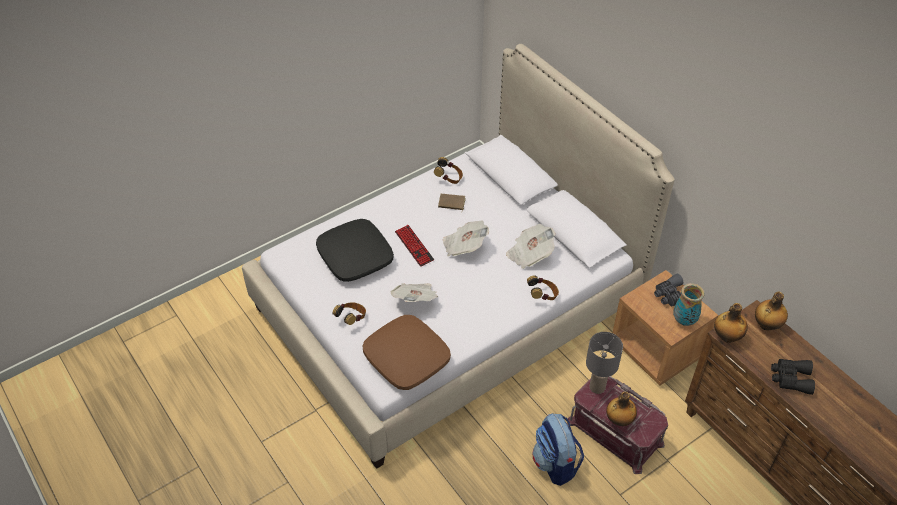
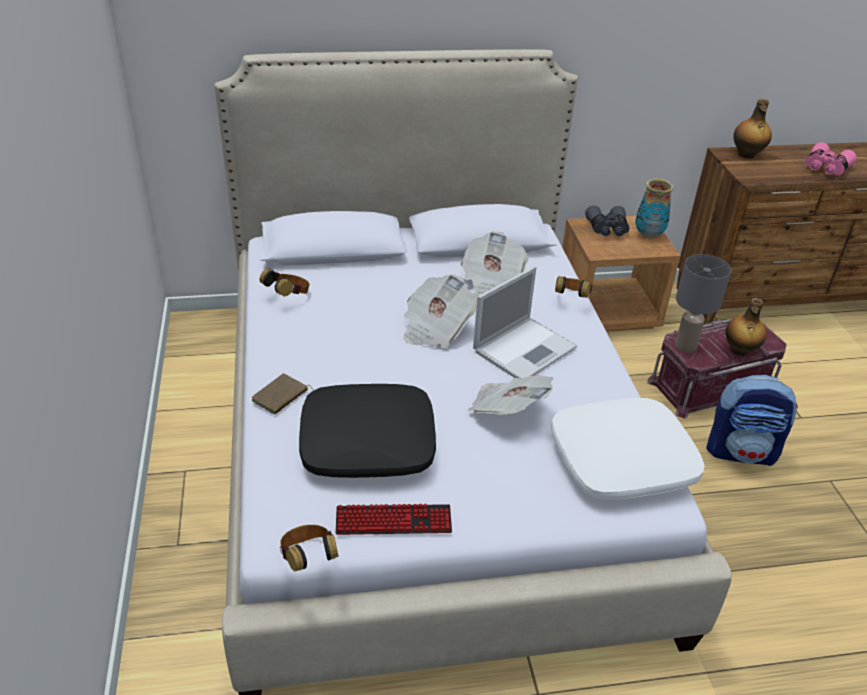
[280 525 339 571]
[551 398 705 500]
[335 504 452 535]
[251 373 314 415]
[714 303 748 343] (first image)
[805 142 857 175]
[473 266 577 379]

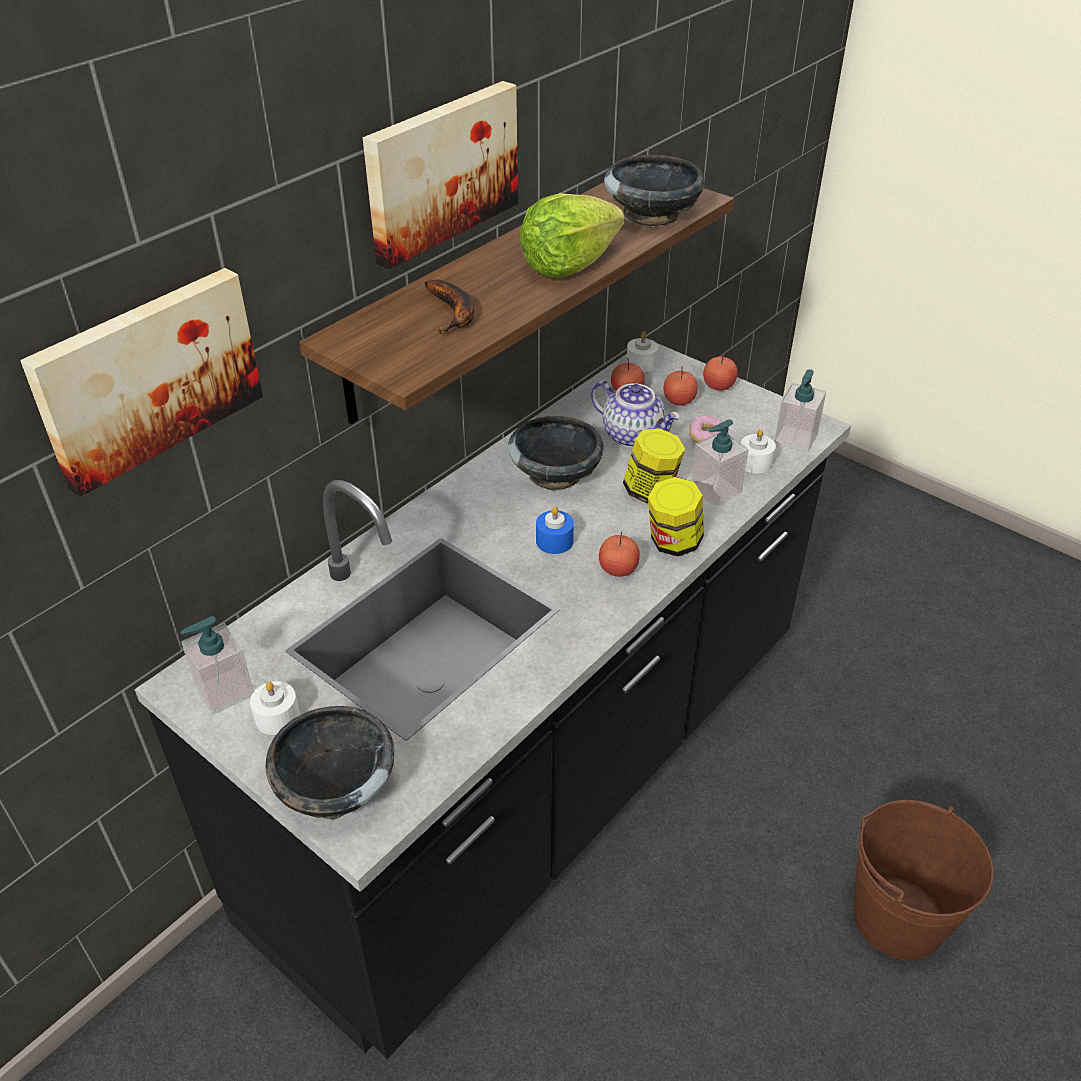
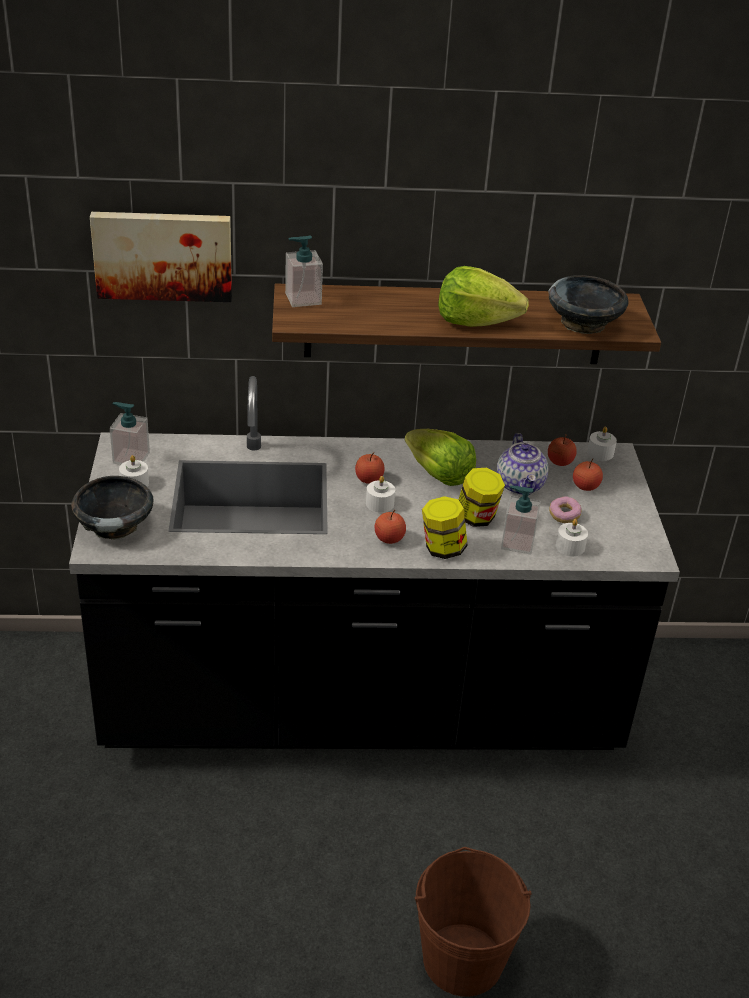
[363 81 518 269] (first image)
[424 280 474 334] (first image)
[405 429 476 486]
[366 476 395 513]
[355 452 384 484]
[285 236 323 307]

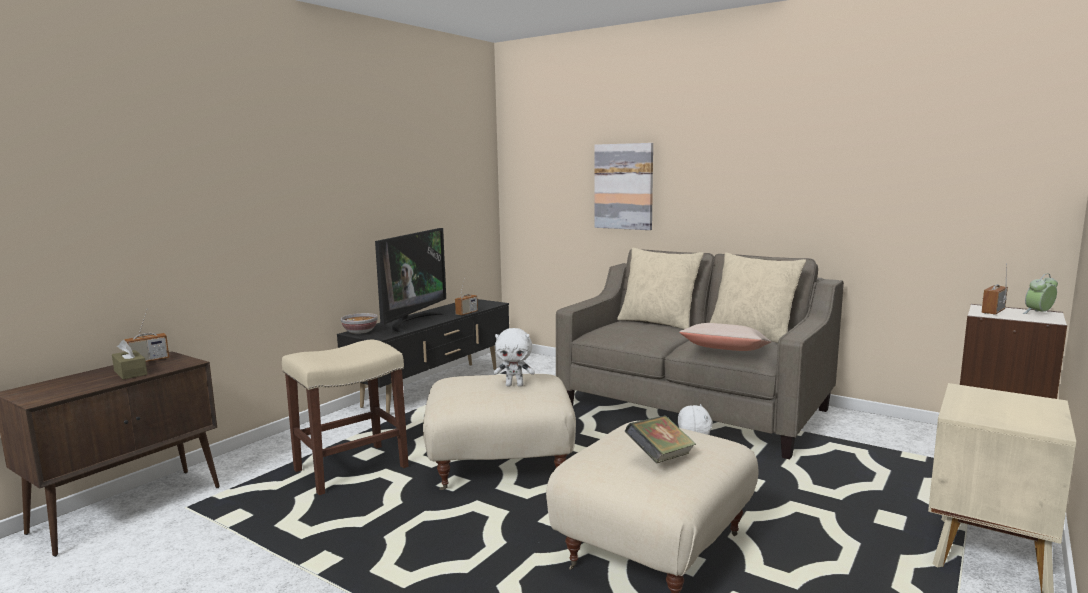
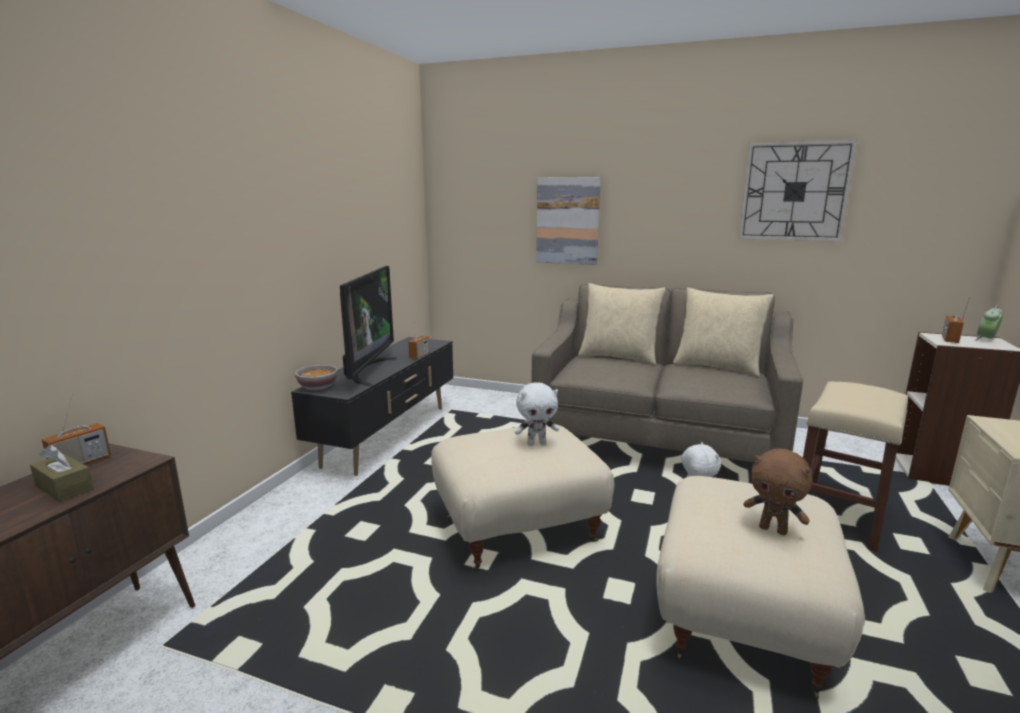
[803 382 908 552]
[744 448 812 535]
[679 323 771 351] (first image)
[739 140 857 242]

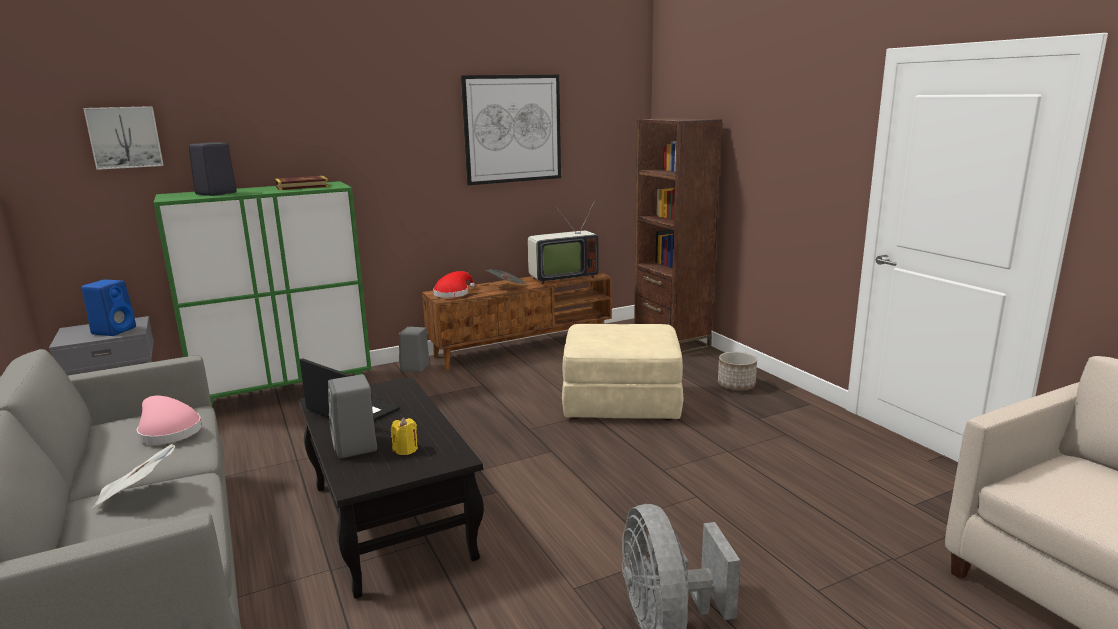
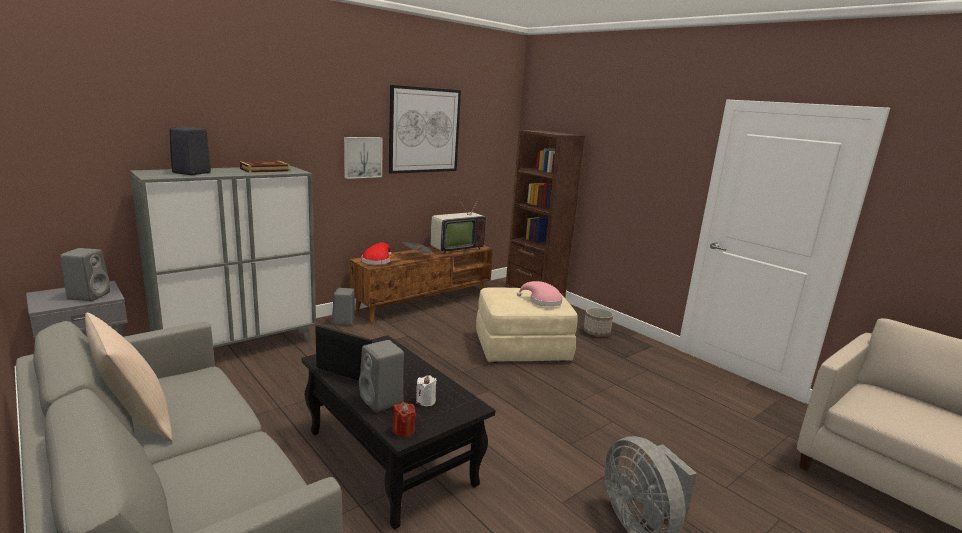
[60 248 110 301]
[344 137 383 179]
[92 443 175 508] (first image)
[517 281 563 307]
[130 166 316 348]
[416 375 437 406]
[85 312 173 442]
[393 402 416 437]

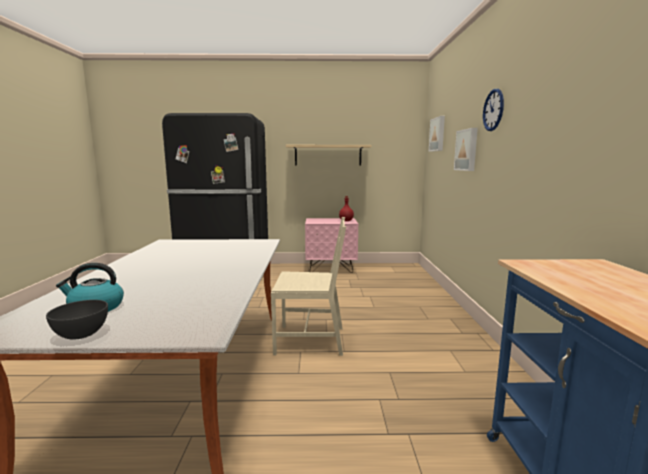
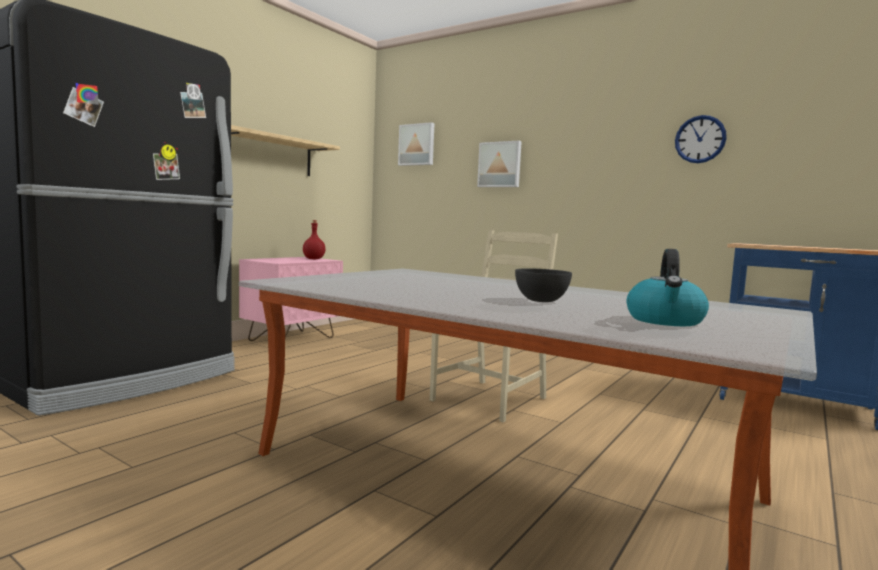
[515 268 572 302]
[675 115 727 163]

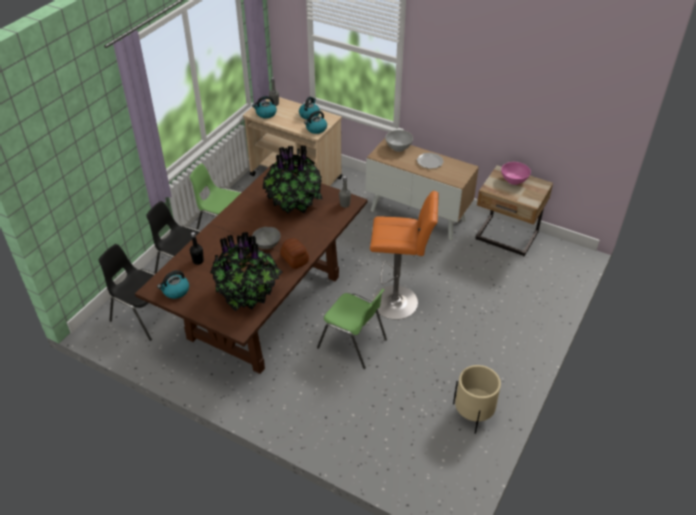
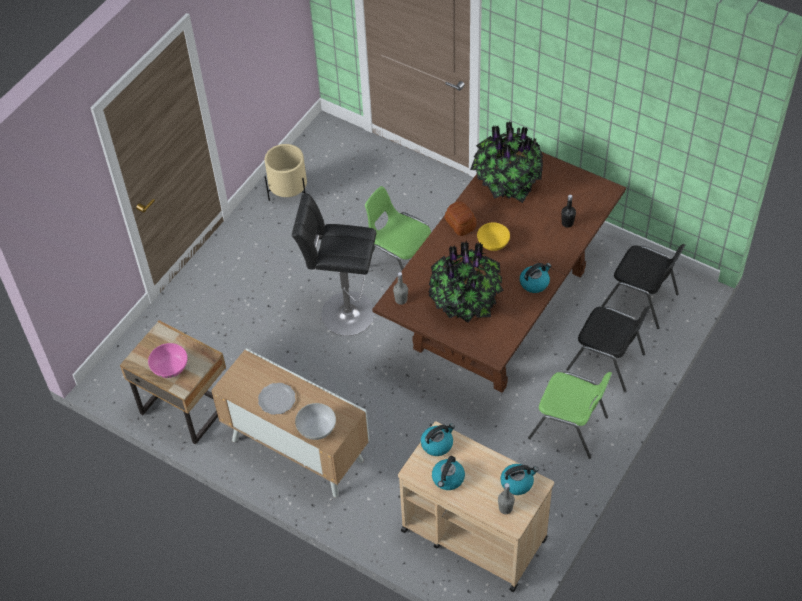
[520 263 551 293]
[477 222 510 251]
[292 193 376 336]

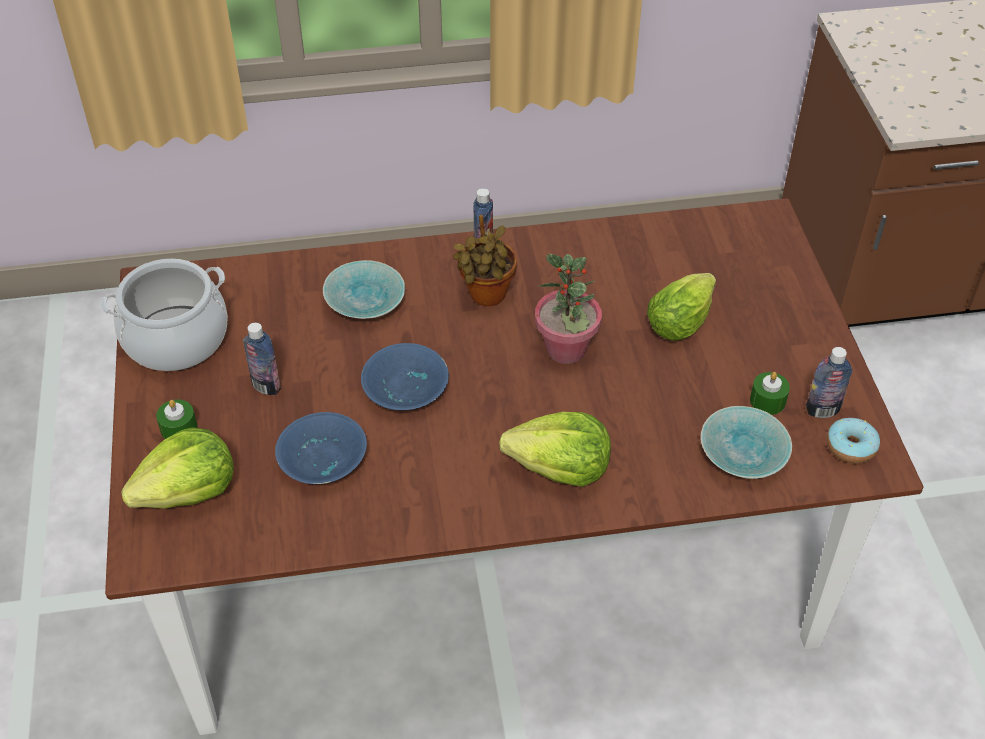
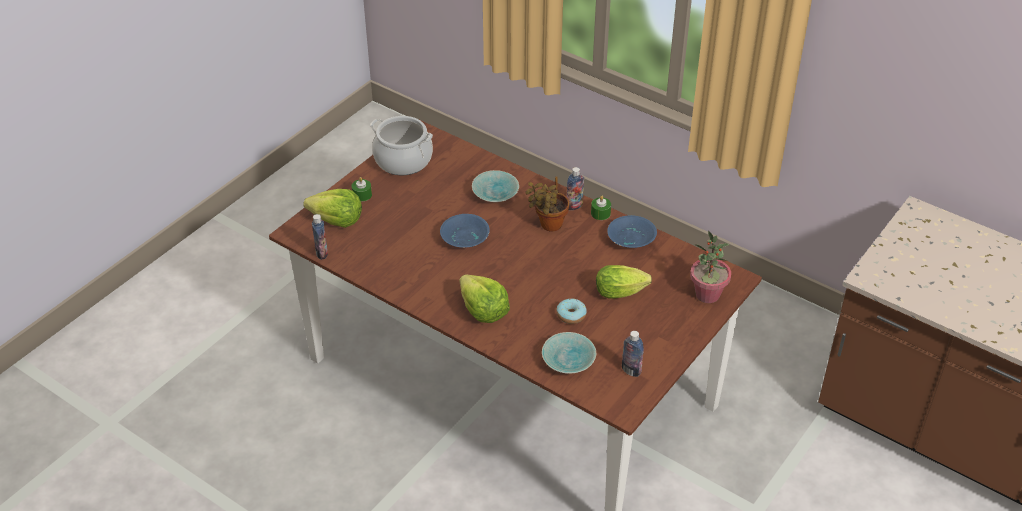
[312 214 328 260]
[607 215 657 248]
[690 231 731 303]
[591 196 611 220]
[556 299 587 324]

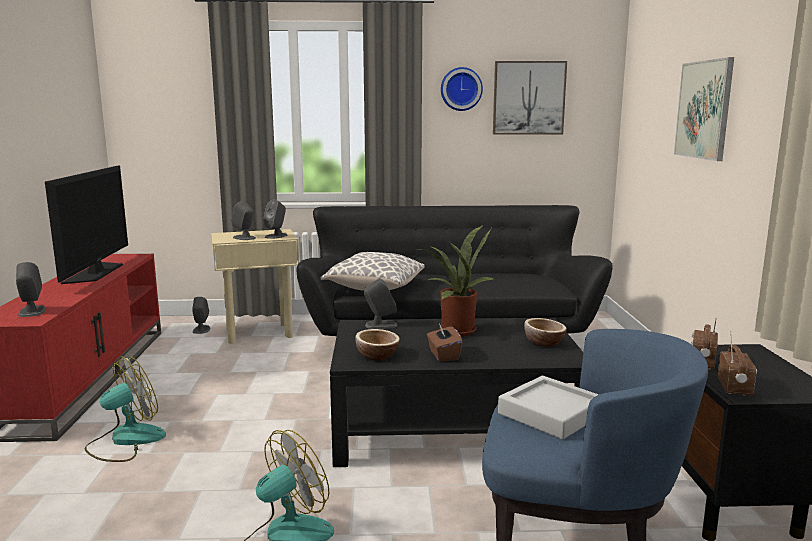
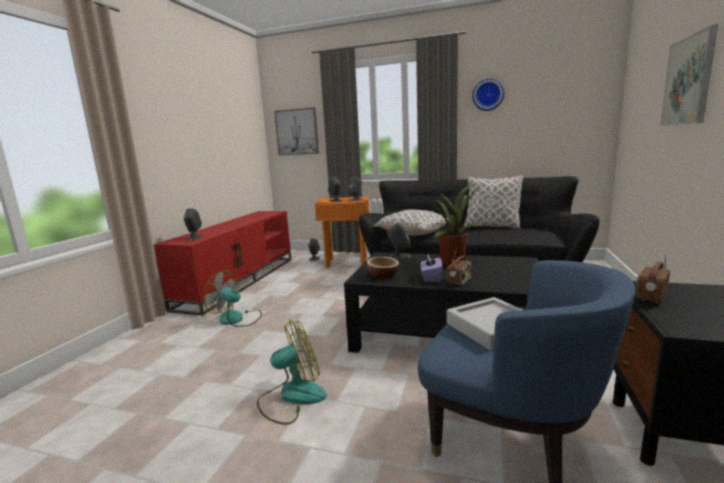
[45 165 128 284] (first image)
[202 270 262 327]
[315 196 369 268]
[420 254 443 282]
[274 108 319 155]
[524 318 567 347] (first image)
[447 248 471 285]
[464 176 523 229]

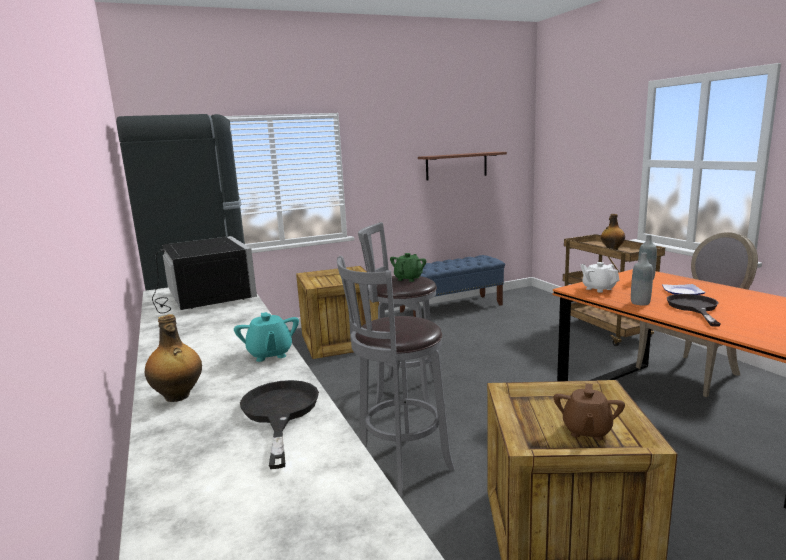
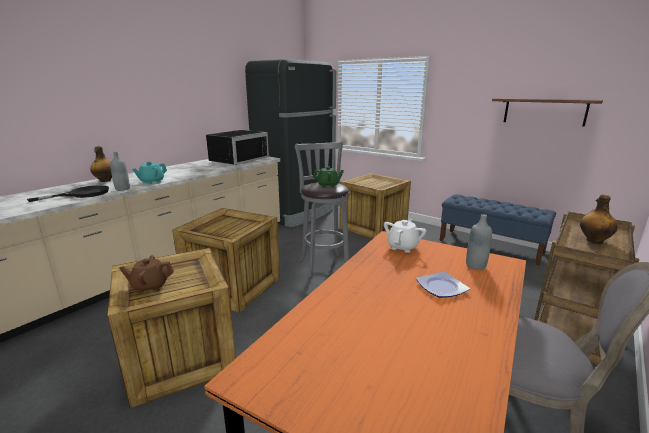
[172 208 280 313]
[110 152 130 191]
[667 294 721 327] (first image)

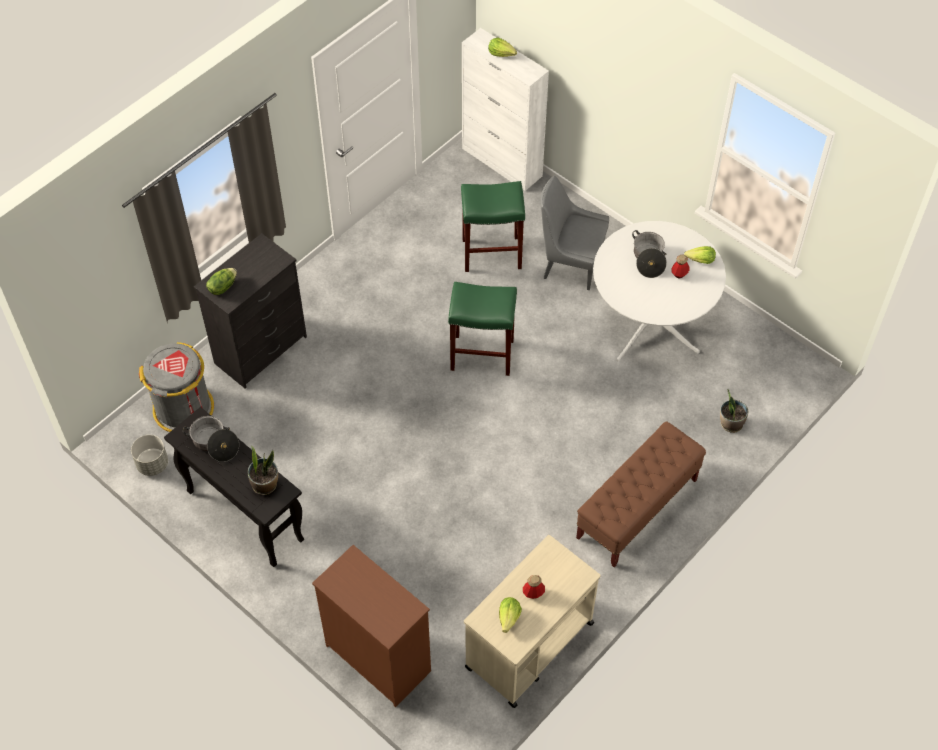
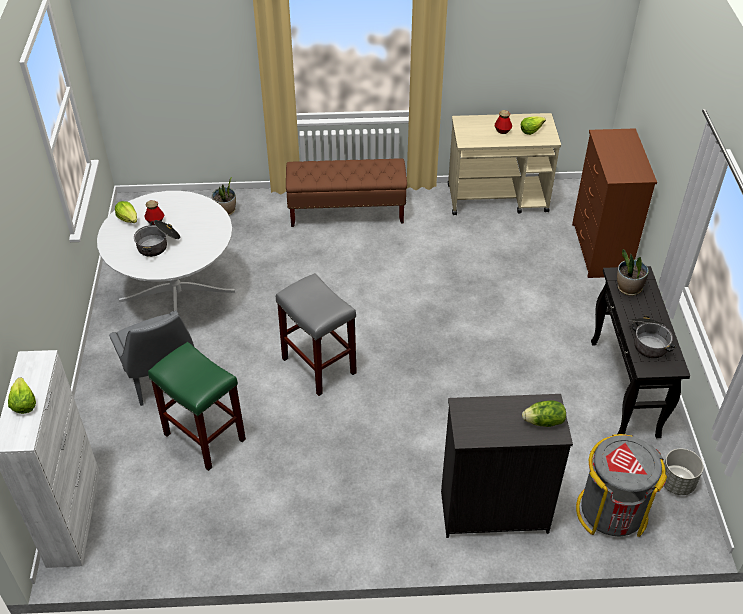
[276 273 357 396]

